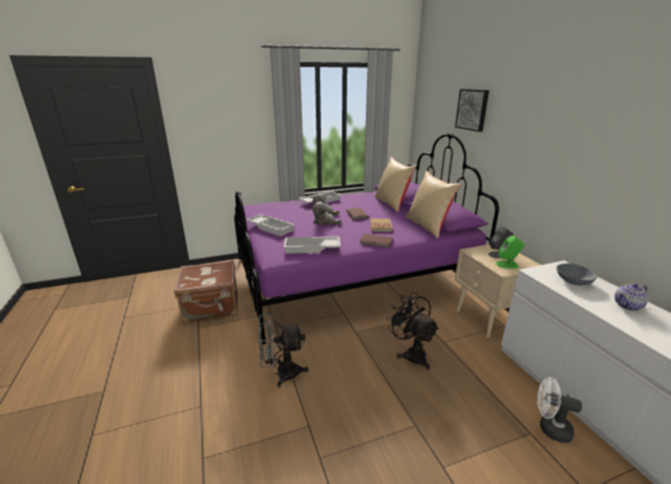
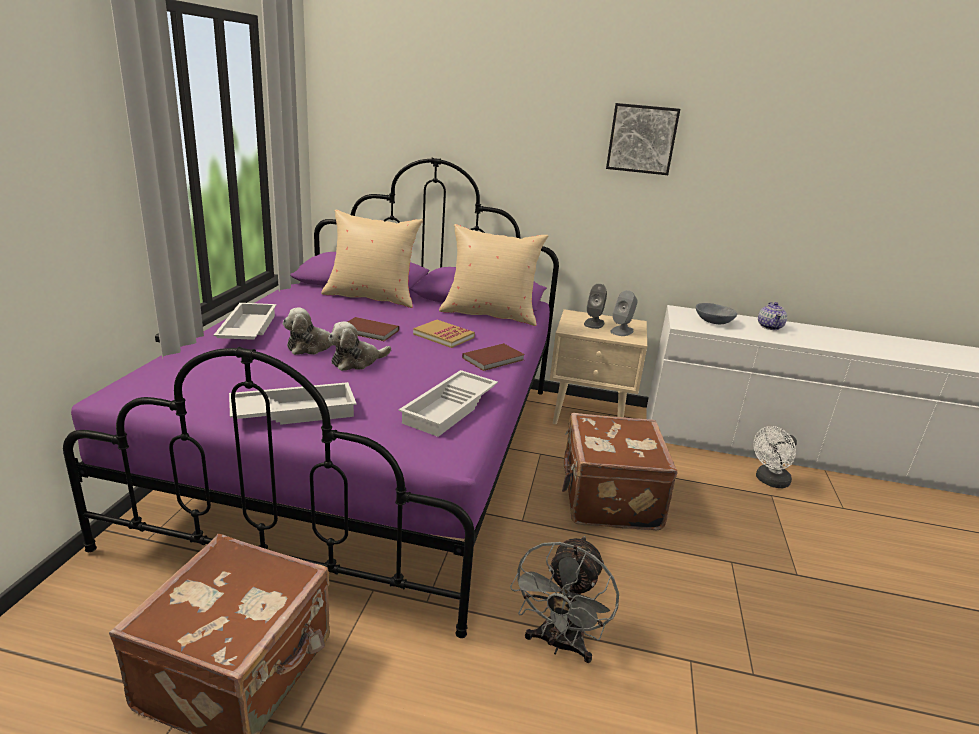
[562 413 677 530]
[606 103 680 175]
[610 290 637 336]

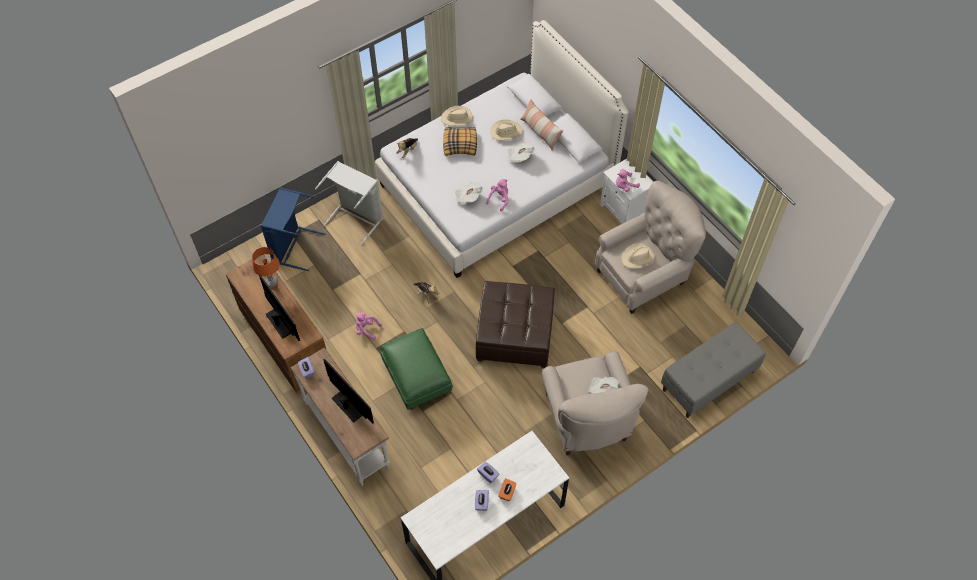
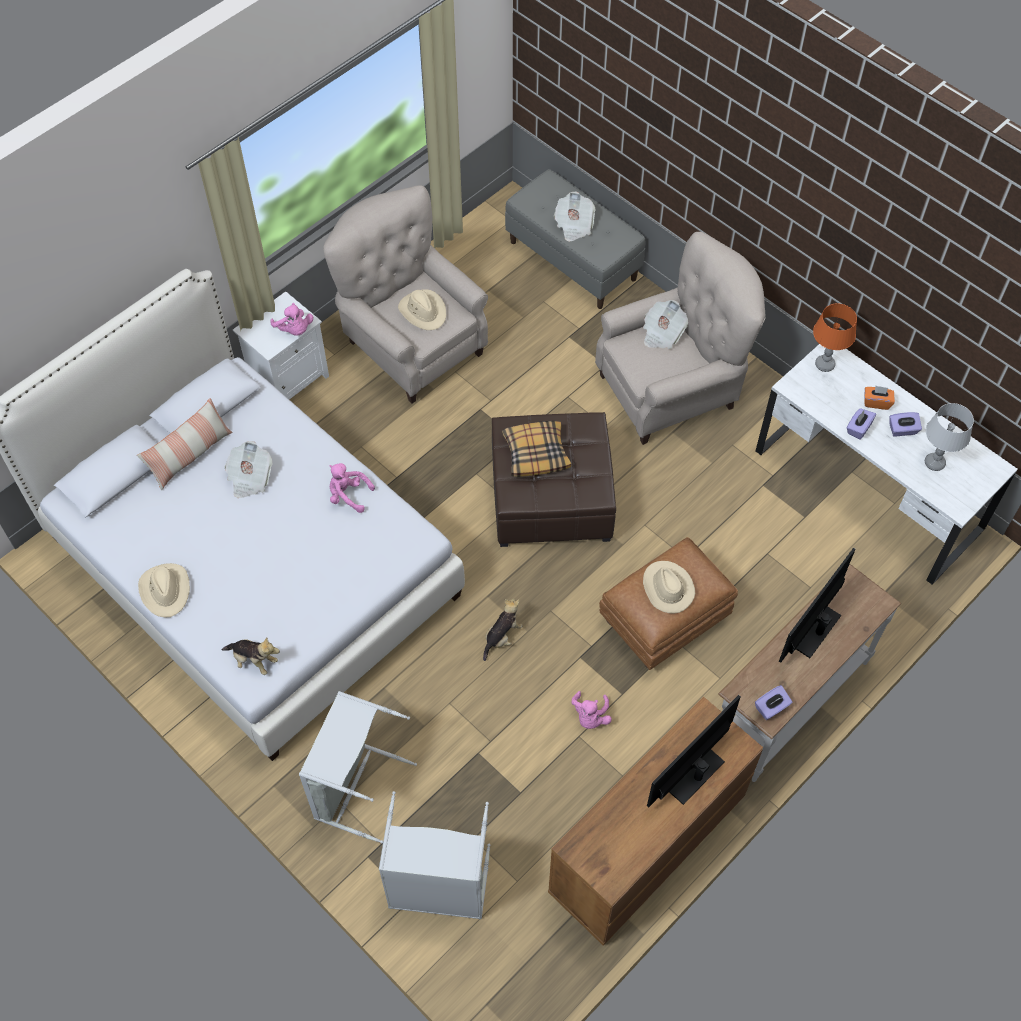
[813 303 857 372]
[379 791 490 919]
[599 537 738 670]
[502 421 571 477]
[554 192 595 242]
[643 561 695 613]
[925 403 974 471]

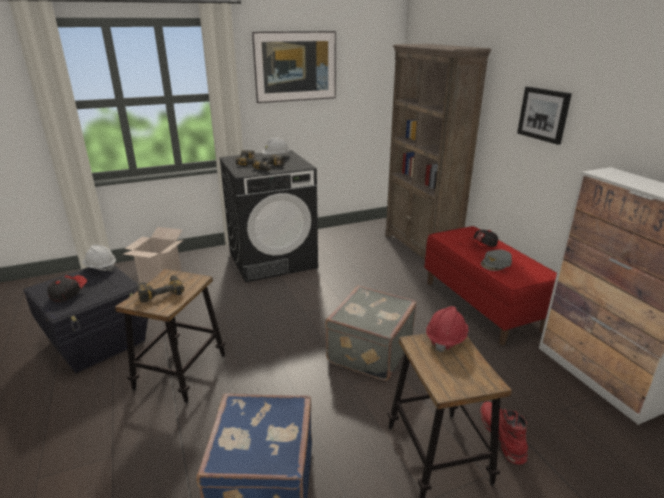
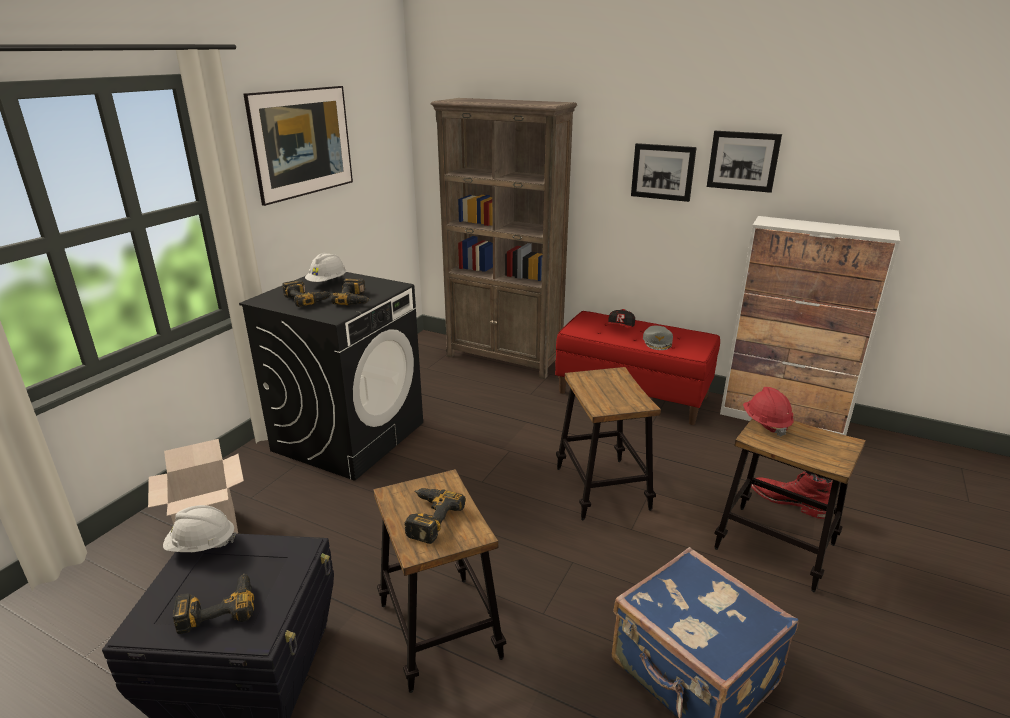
[173 573 254 634]
[556 367 661 520]
[707 131 782 193]

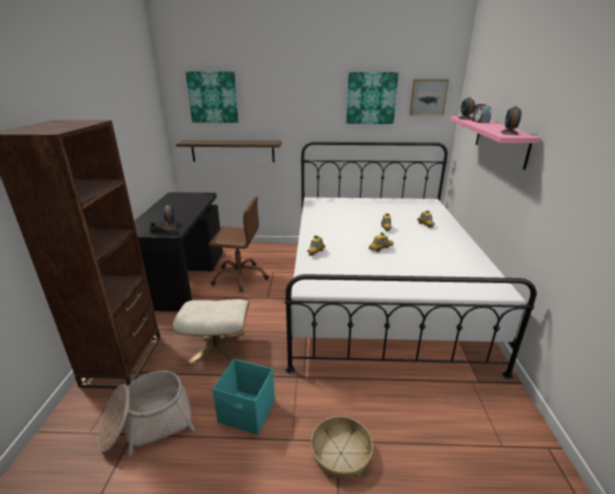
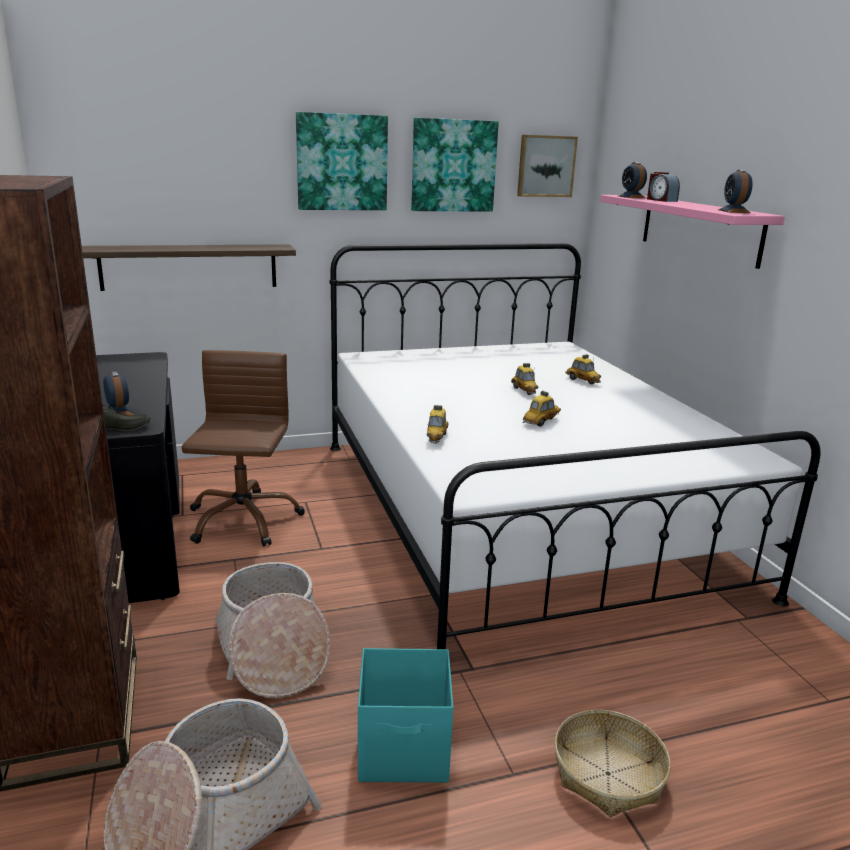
[215 562 330 698]
[296 112 388 210]
[181 350 305 547]

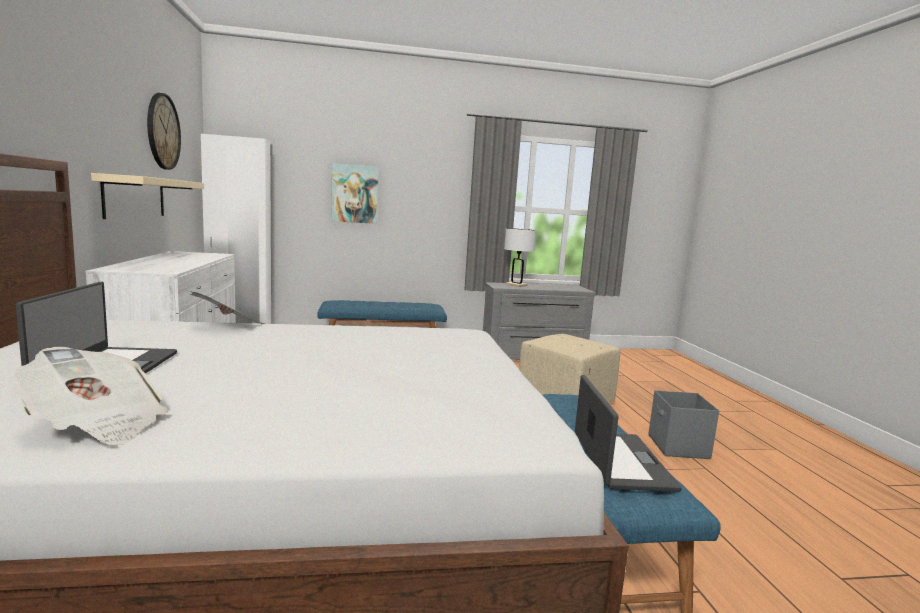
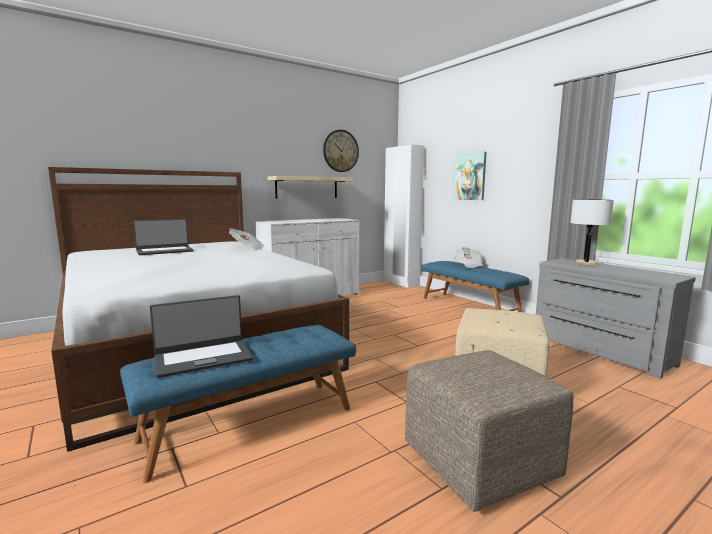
[455 247 483 268]
[405 350 573 512]

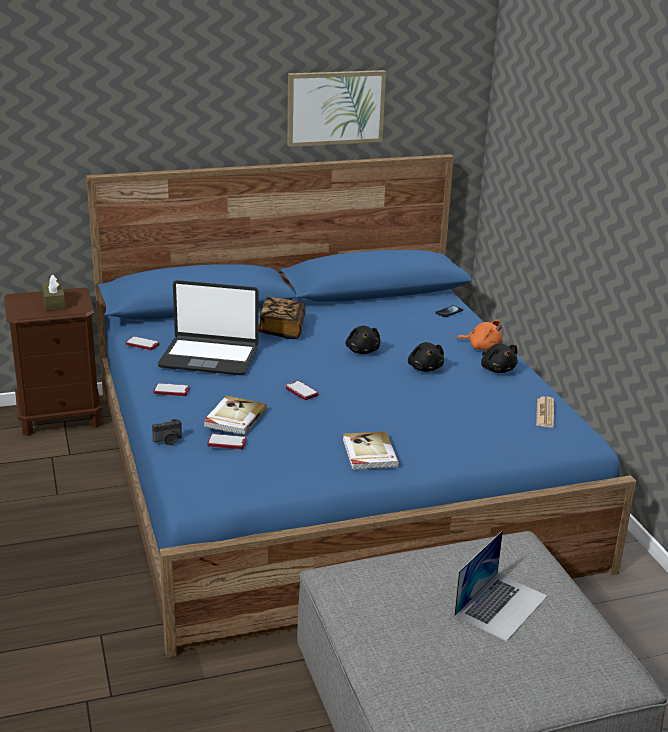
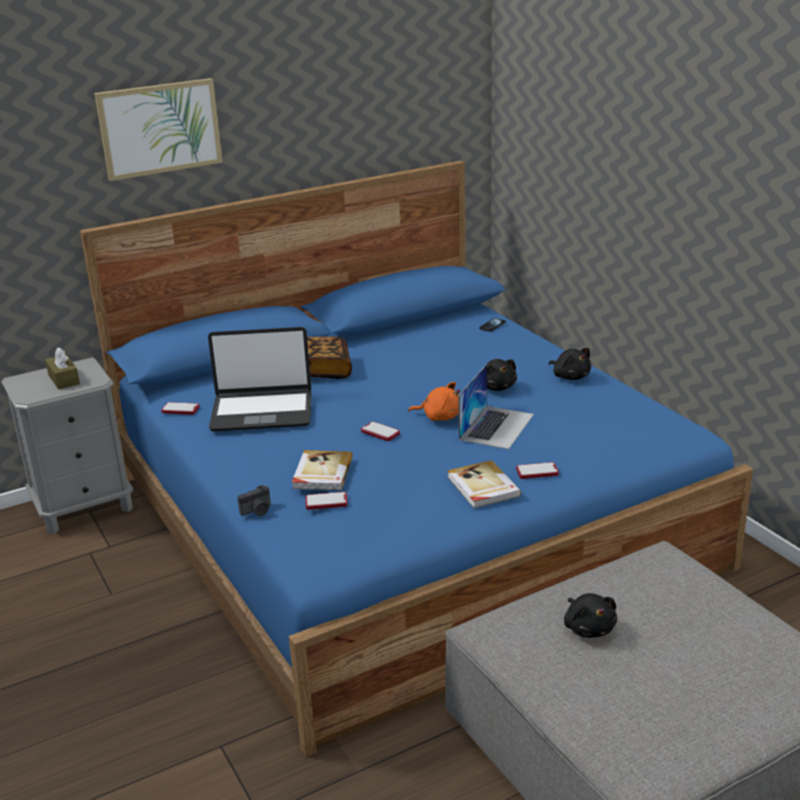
[2 357 133 534]
[516 462 559 479]
[94 78 223 181]
[564 593 617 638]
[458 364 534 449]
[408 382 460 421]
[536 396 554 427] (first image)

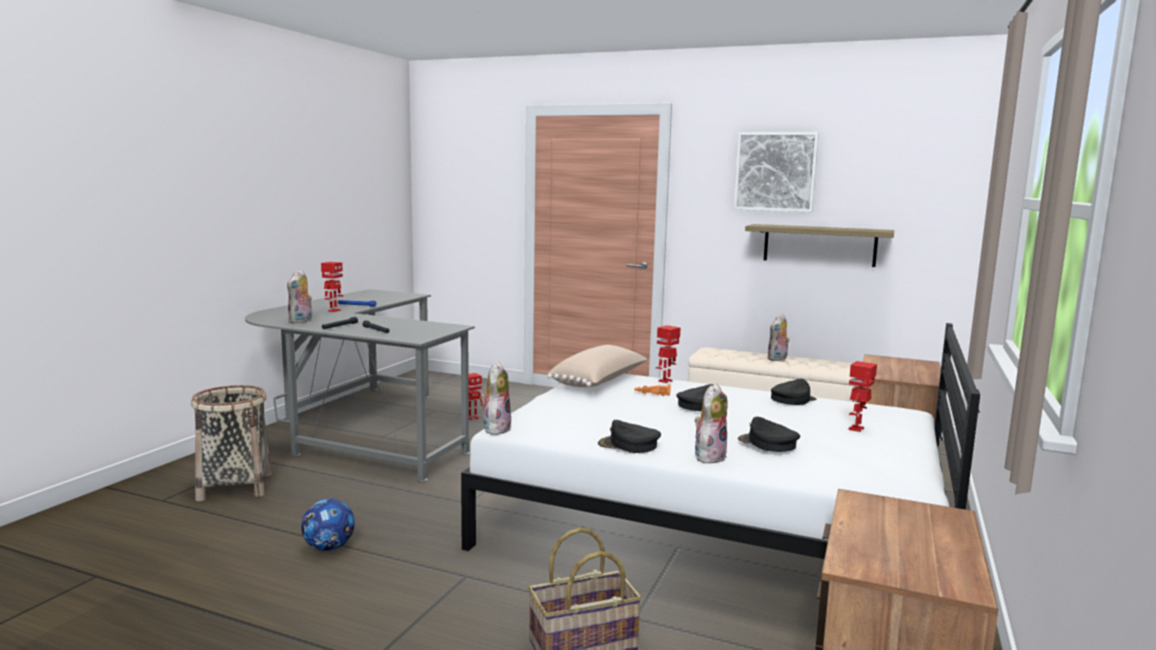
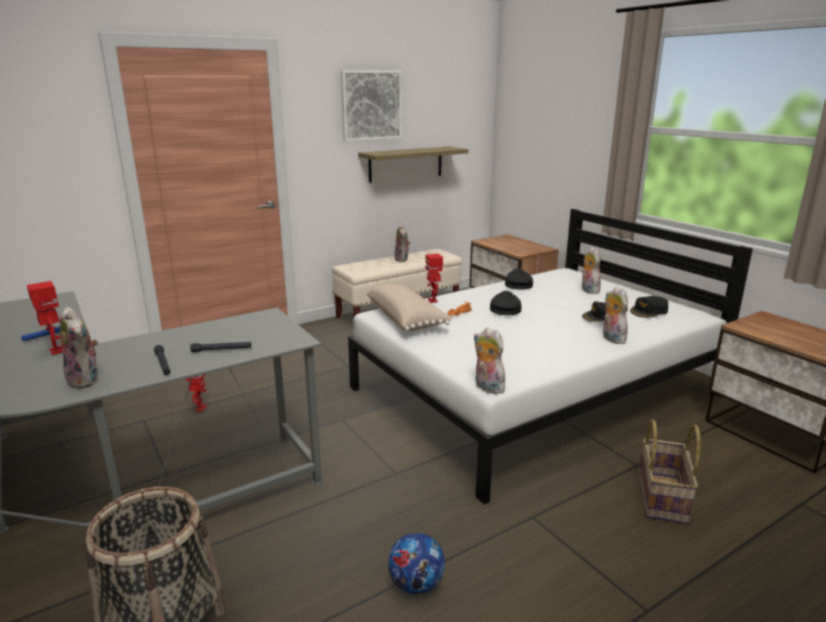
[630 296 668 318]
[582 247 601 294]

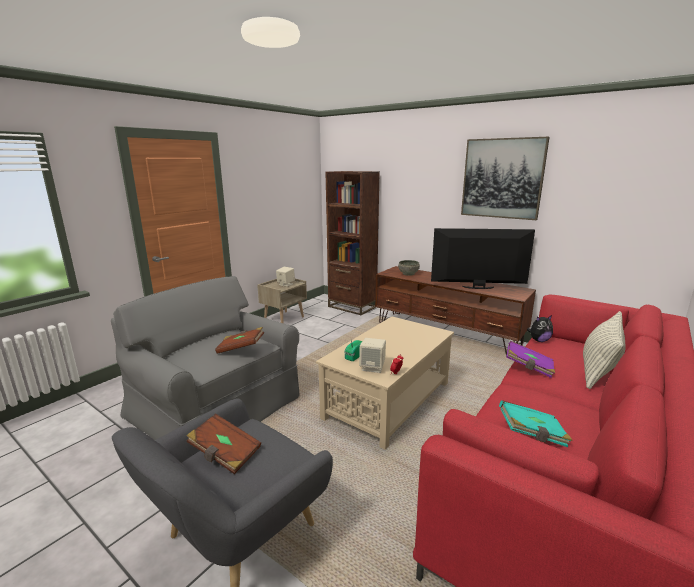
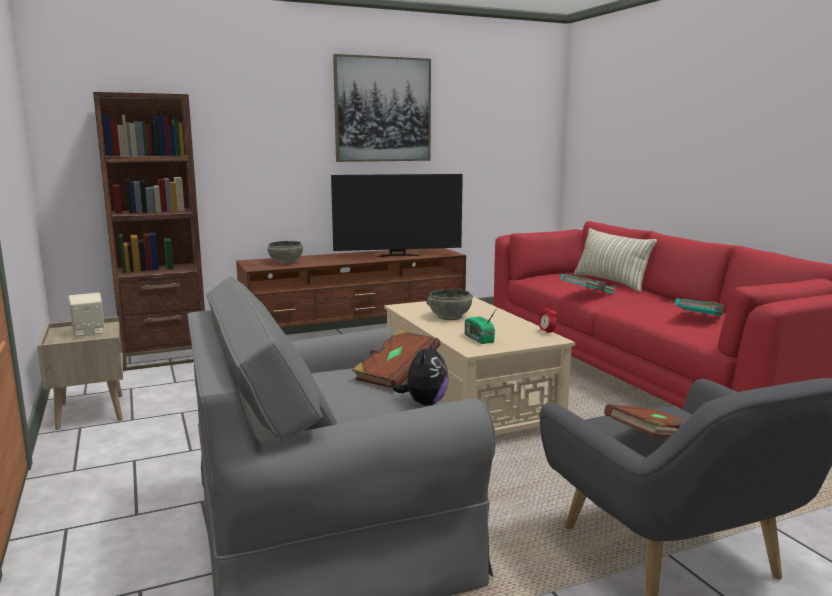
[359 338 386 373] (first image)
[331 174 463 257]
[560 274 616 294]
[393 340 449 406]
[426 289 473 320]

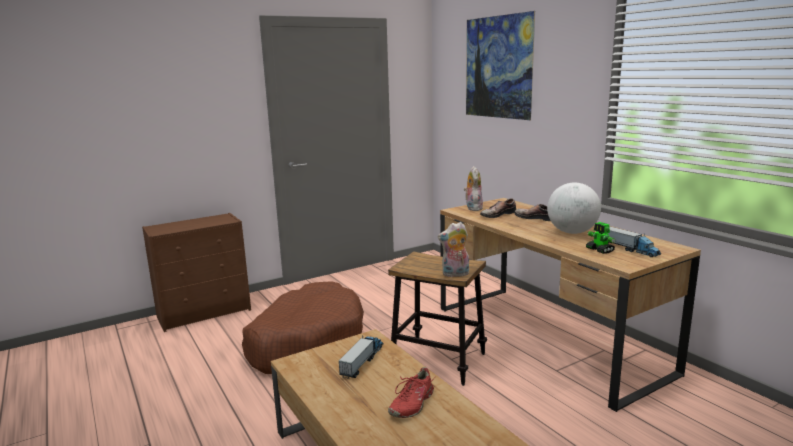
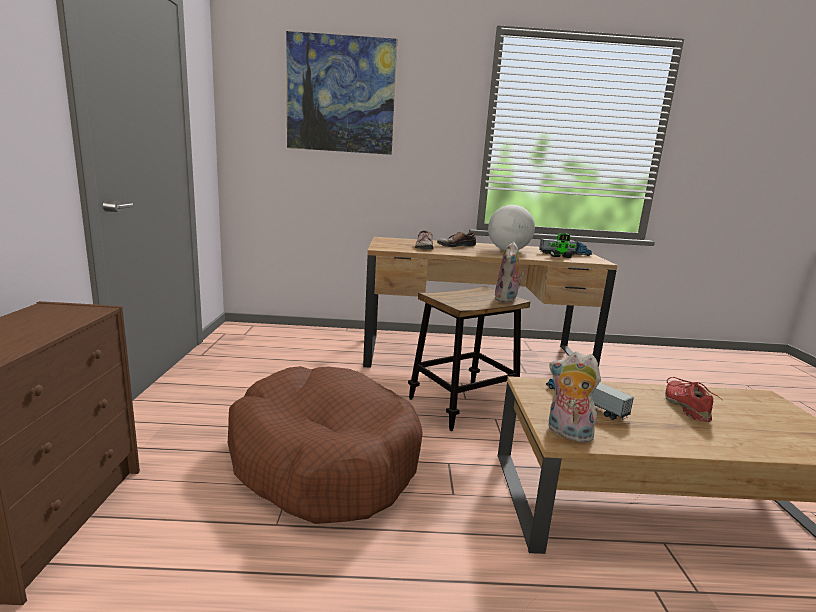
[665 377 722 422]
[549 352 601 443]

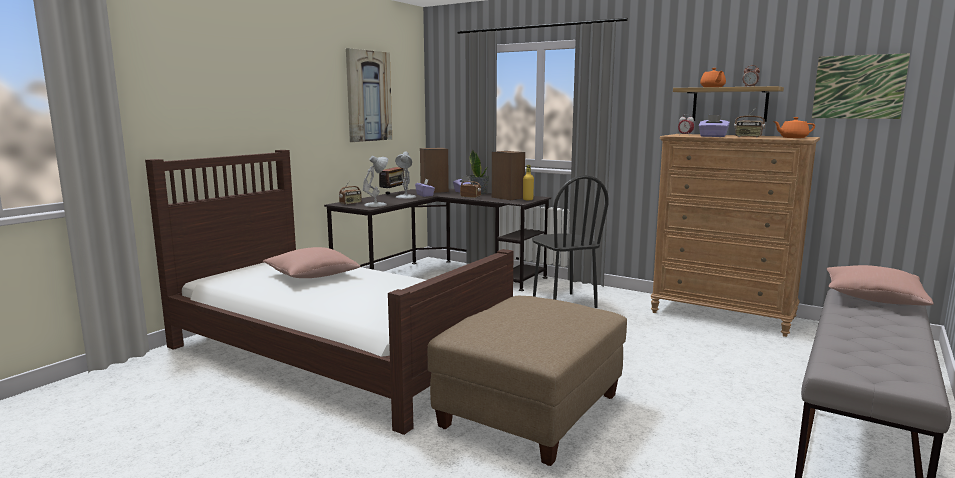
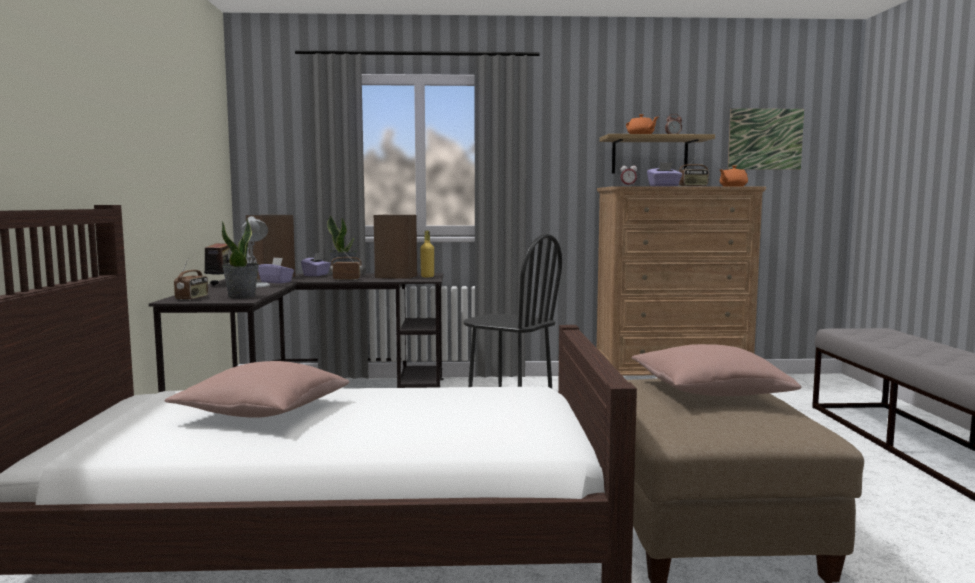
[346 48 392 142] (first image)
[222 218 259 298]
[632 344 802 396]

